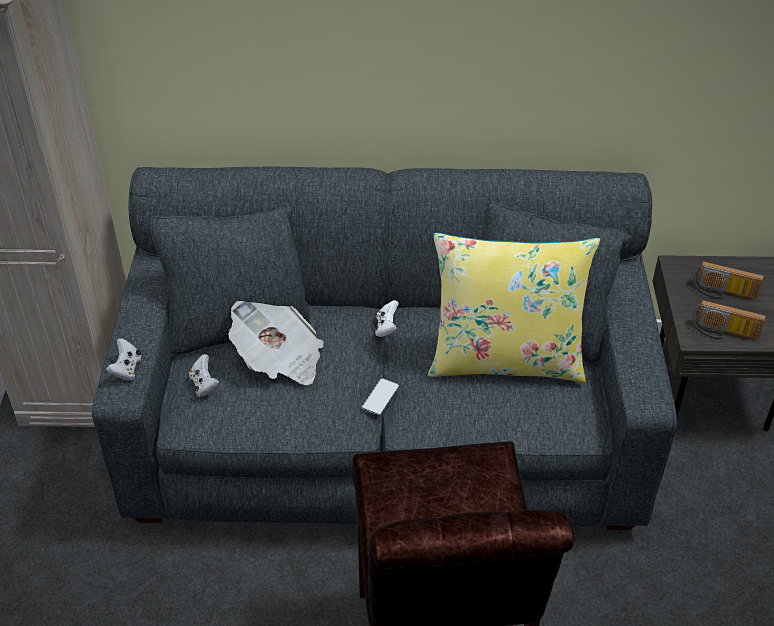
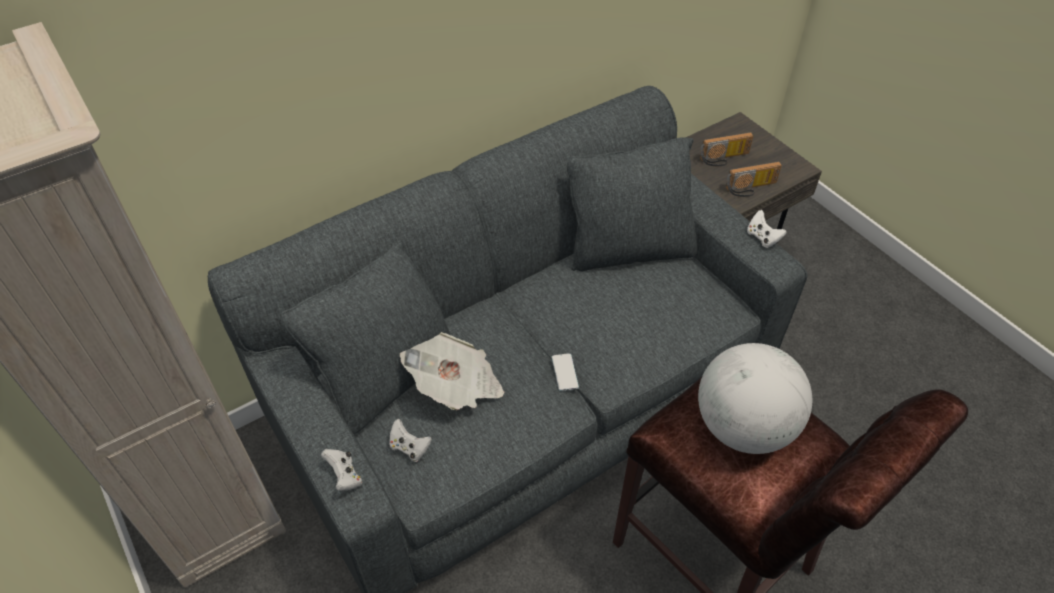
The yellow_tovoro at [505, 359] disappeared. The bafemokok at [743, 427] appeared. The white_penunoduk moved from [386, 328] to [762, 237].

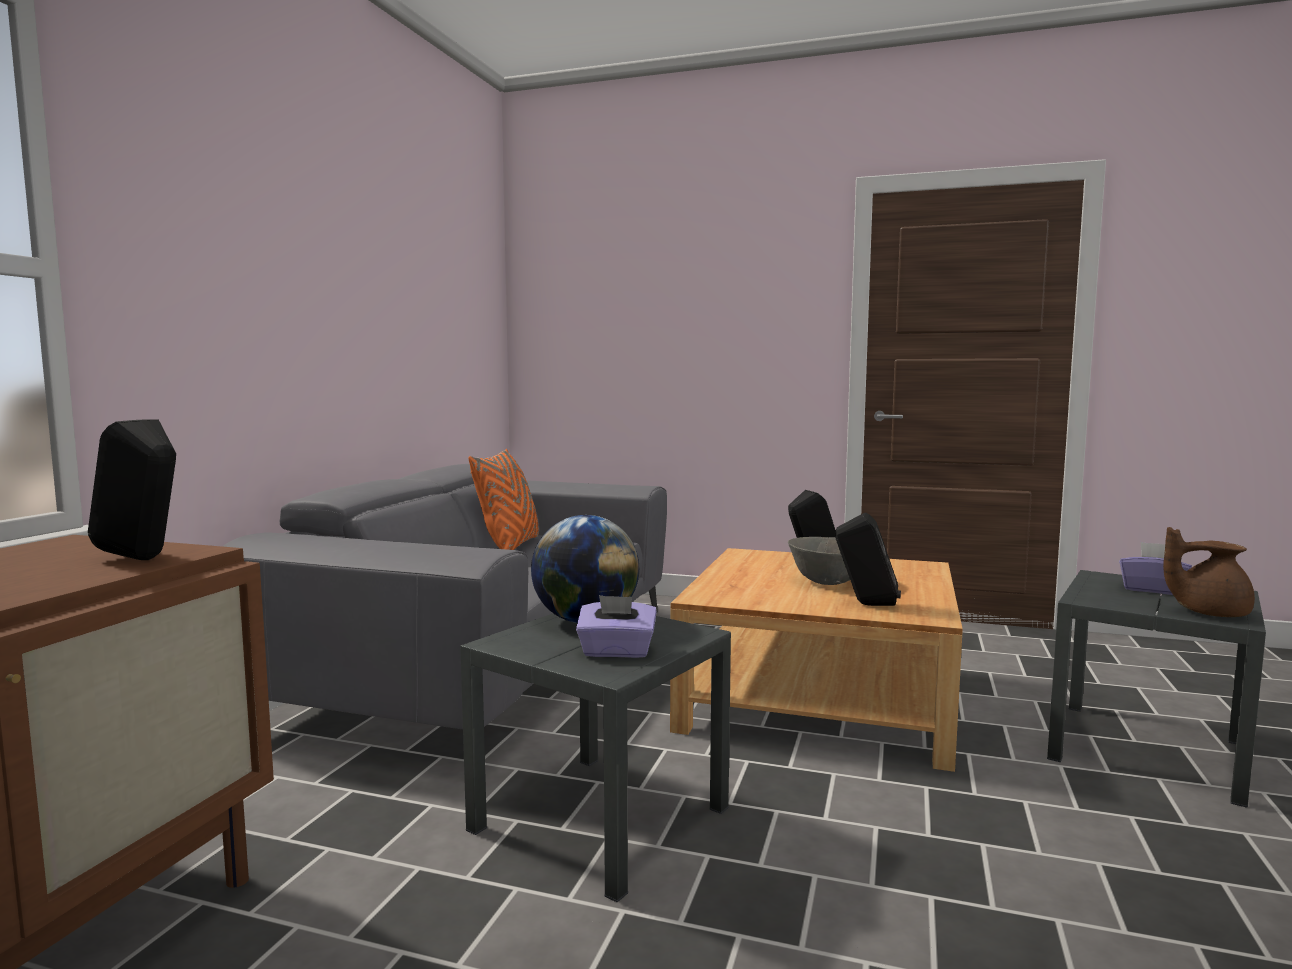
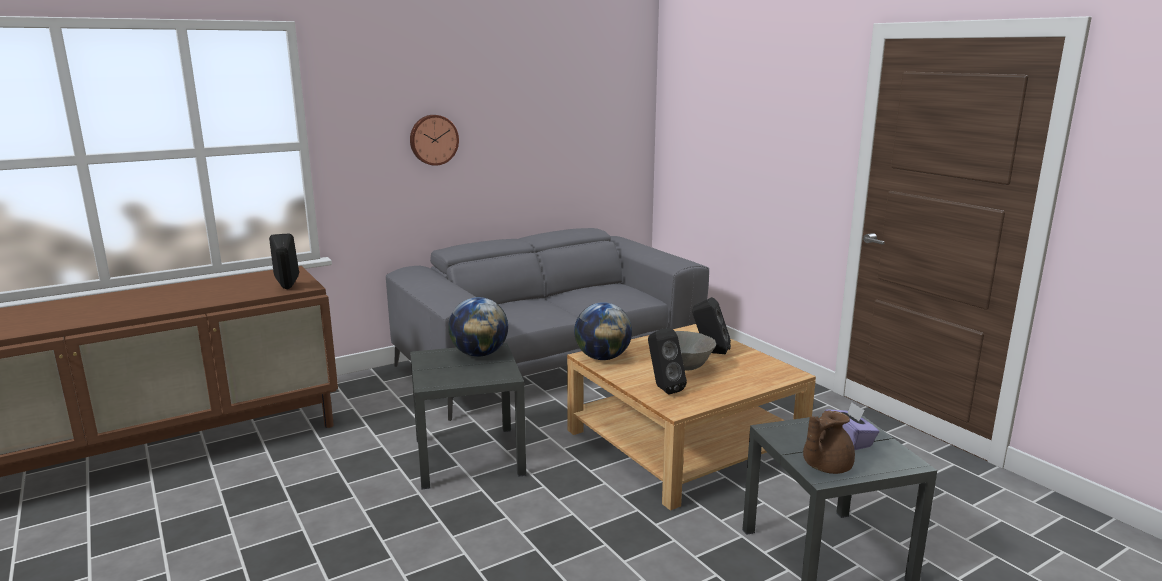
The orange_tovoro at [509, 547] disappeared. The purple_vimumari at [616, 652] disappeared. The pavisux at [433, 139] appeared. The bafemokok at [602, 357] appeared. The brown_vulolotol at [1207, 612] turned 90 degrees counterclockwise.

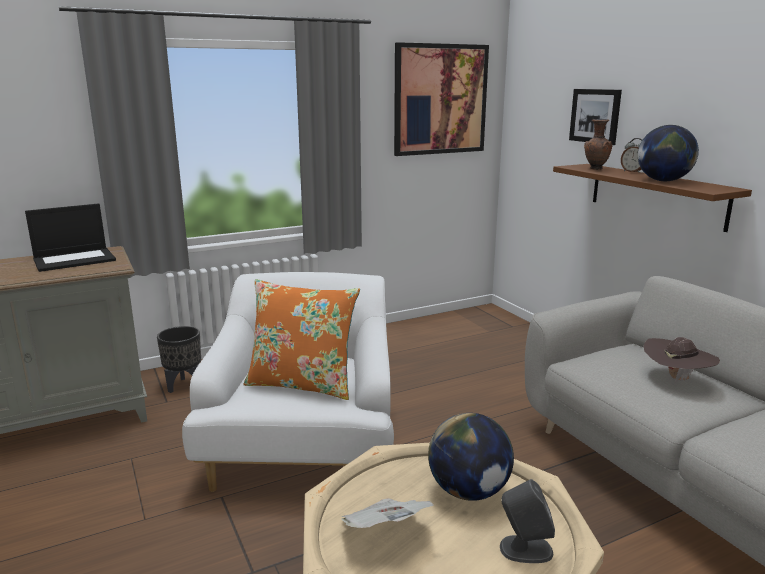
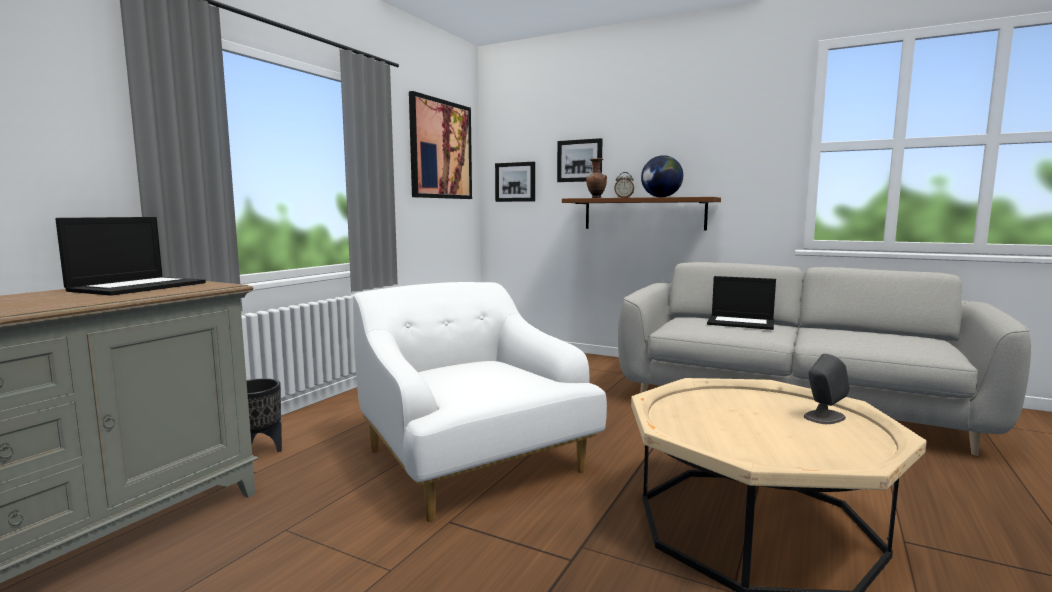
The orange_tovoro at [302, 384] disappeared. The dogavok at [386, 532] disappeared. The bafemokok at [469, 491] disappeared. The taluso at [515, 182] appeared. The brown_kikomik at [676, 379] was replaced by the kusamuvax at [741, 323].

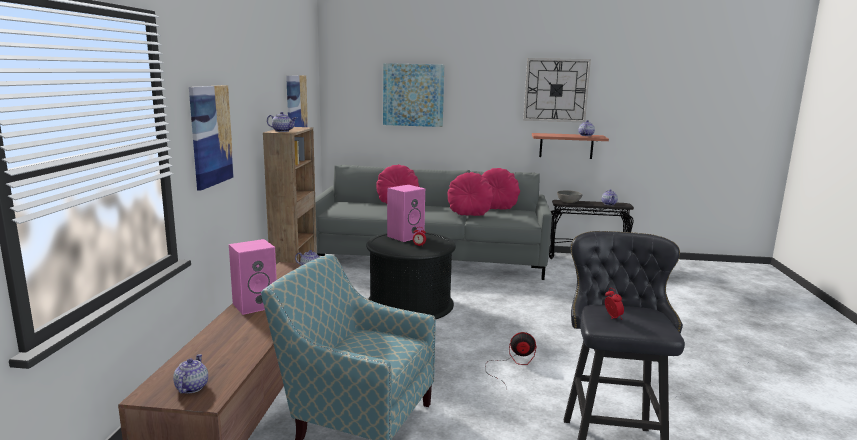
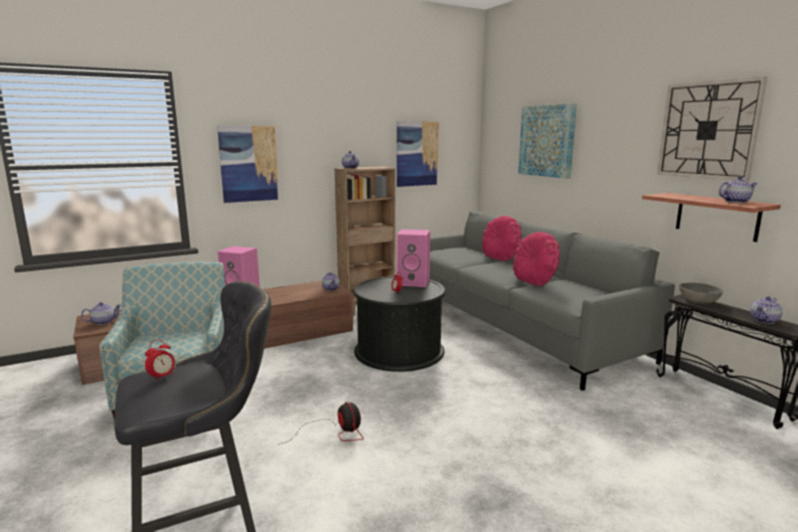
The pink_tovoro at [496, 208] disappeared.

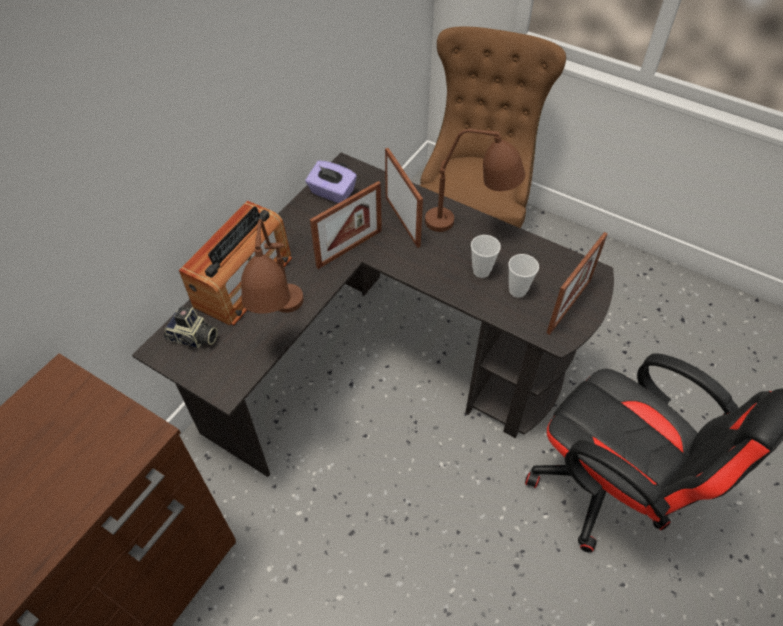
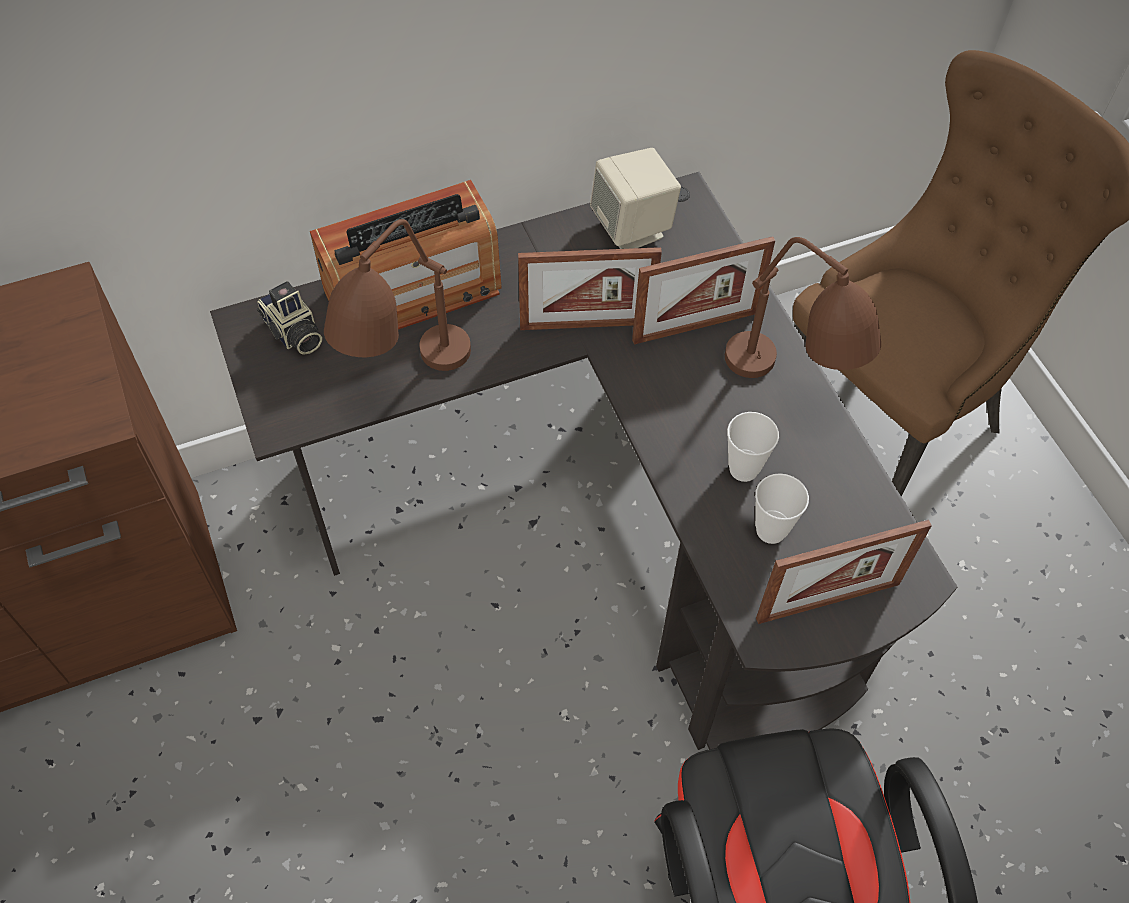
The purple_vimumari at [332, 193] was replaced by the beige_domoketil at [632, 228]. The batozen at [402, 221] turned 60 degrees clockwise.

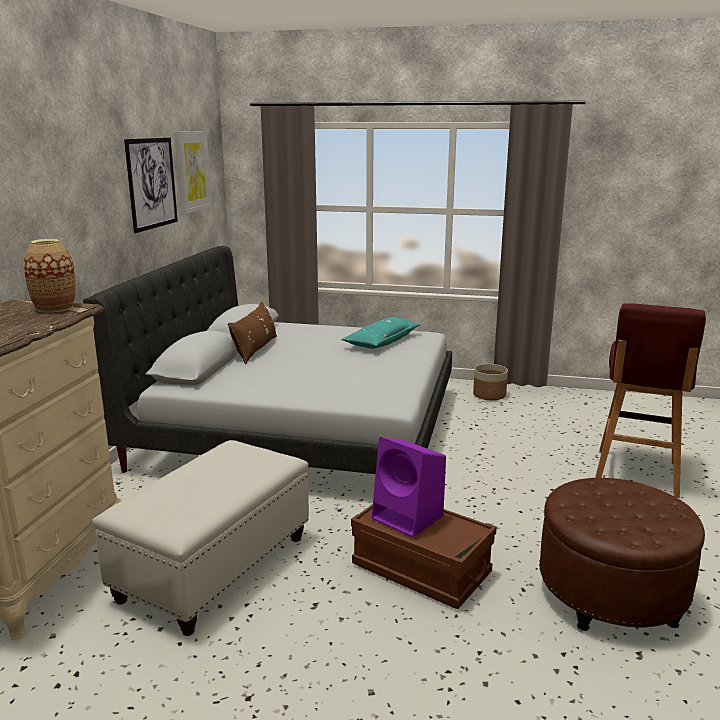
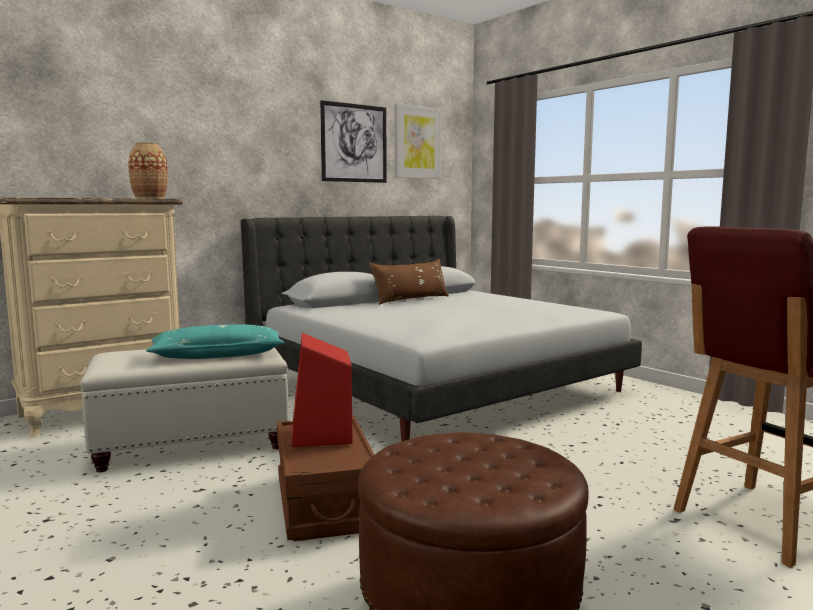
The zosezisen at [489, 395] disappeared. The turquoise_tovoro moved from [382, 341] to [218, 355]. The purple_domoketil at [409, 517] became the red_domoketil at [322, 435].

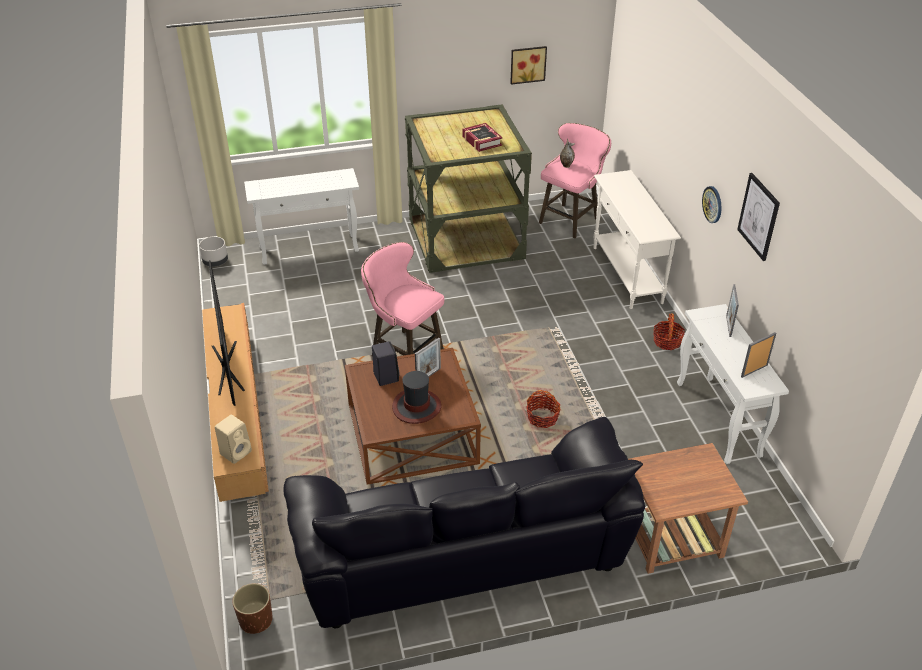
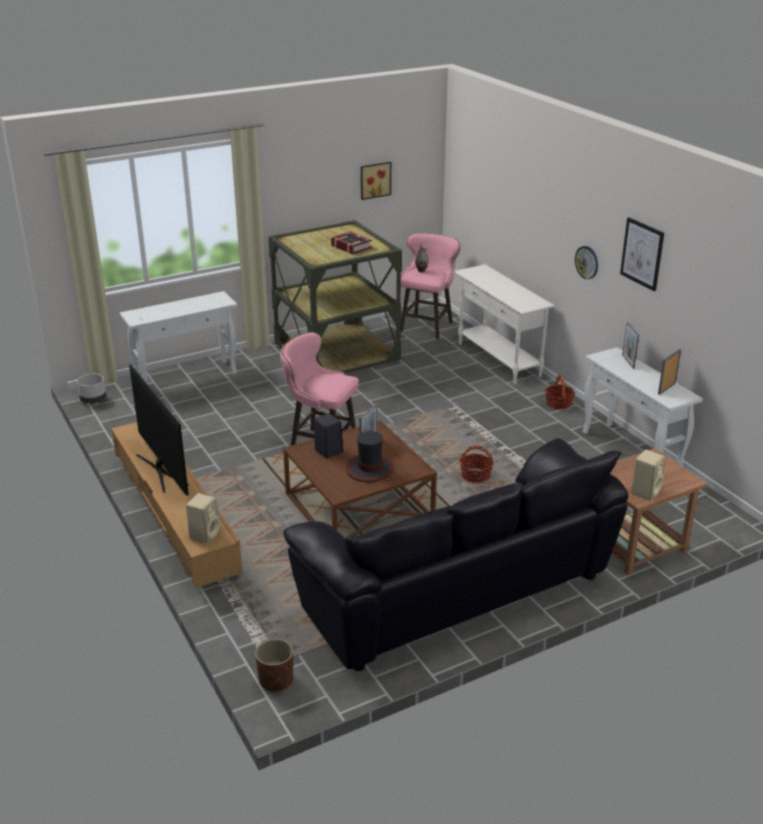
The beige_domoketil at [645, 491] appeared.

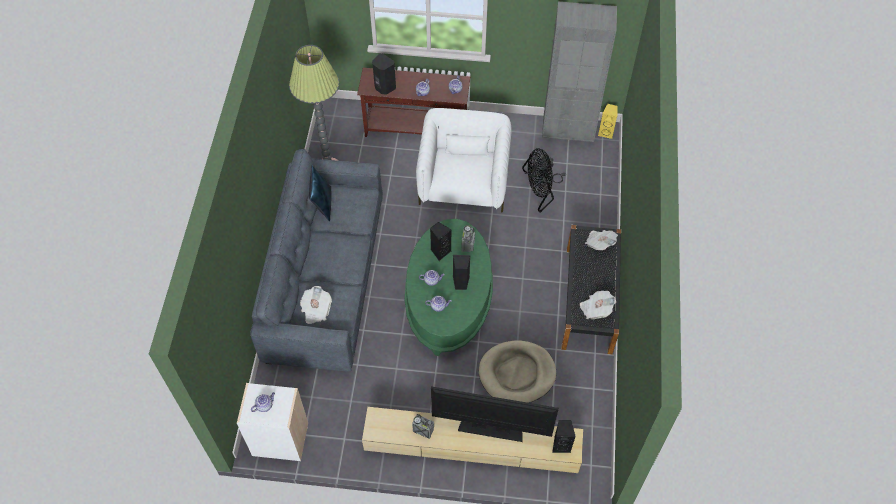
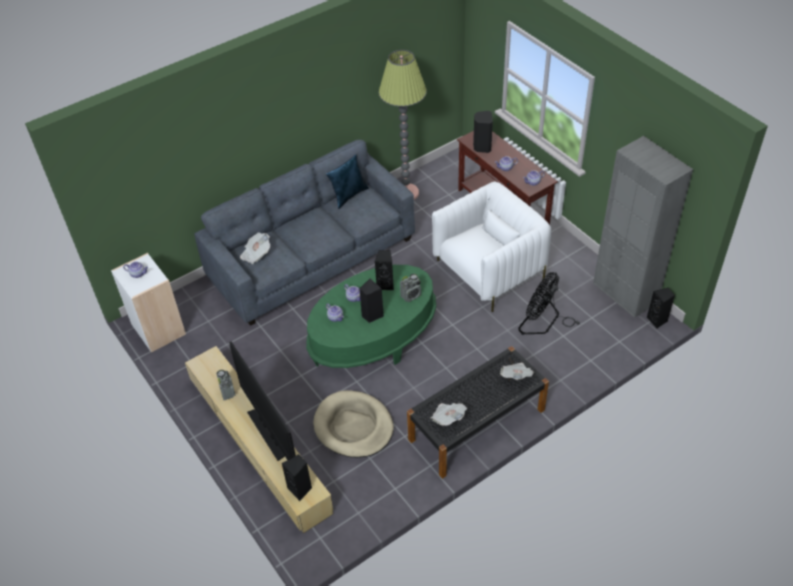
The yellow_domoketil at [606, 132] became the black_domoketil at [657, 320].

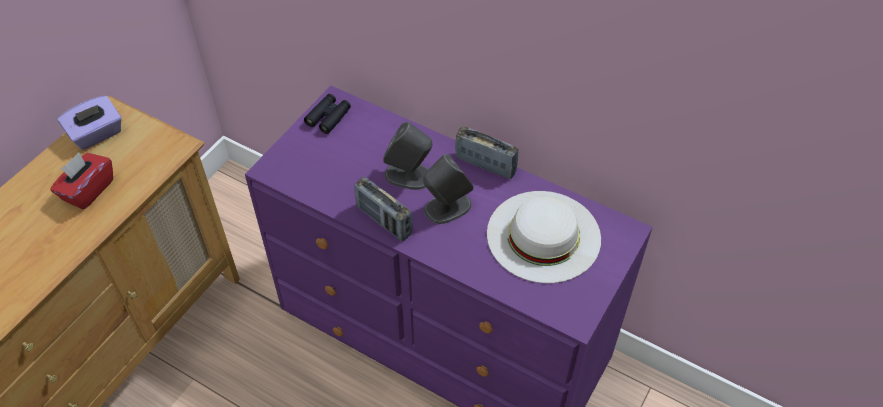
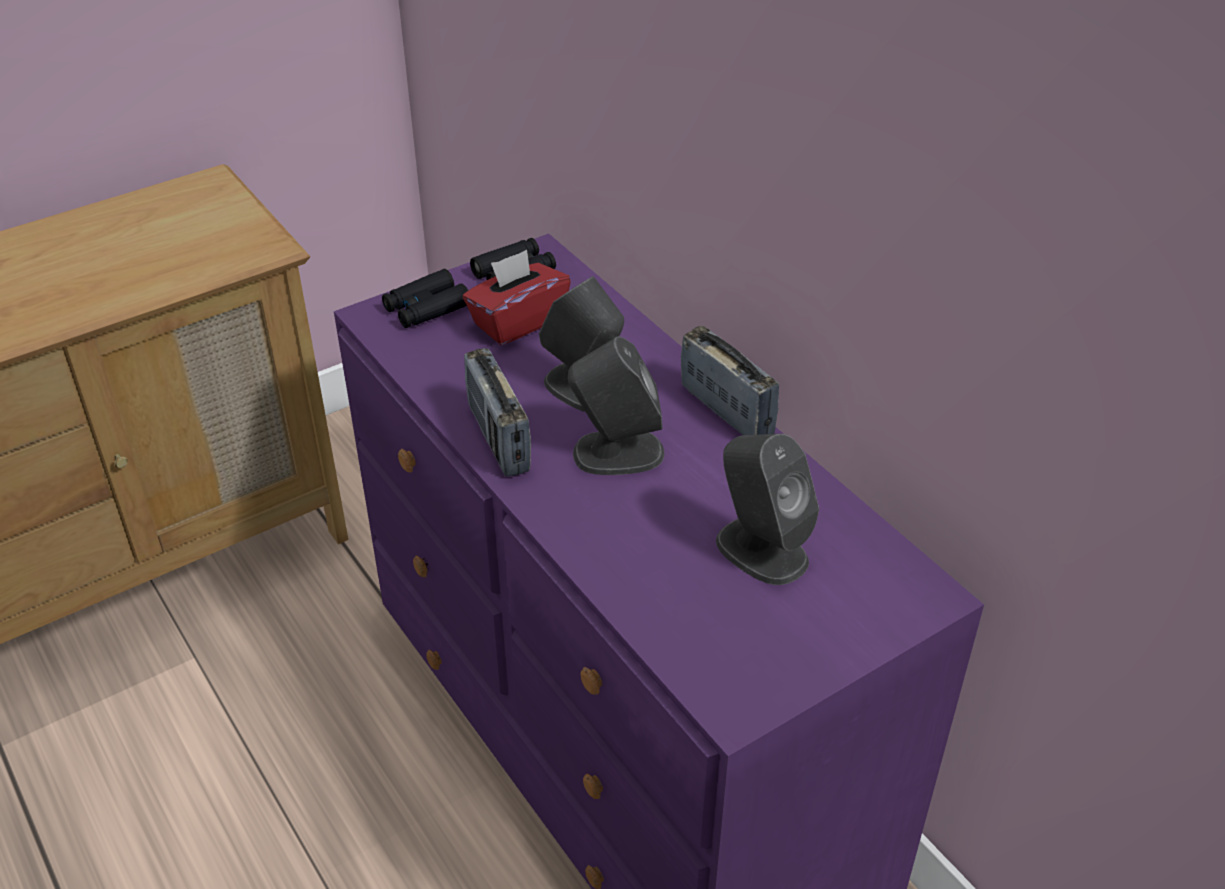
The purple_vimumari at [97, 134] disappeared. The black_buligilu at [426, 308] appeared. The red_vimumari moved from [88, 190] to [517, 322]. The white_kikomik at [543, 235] was replaced by the grey_domoketil at [760, 550].

